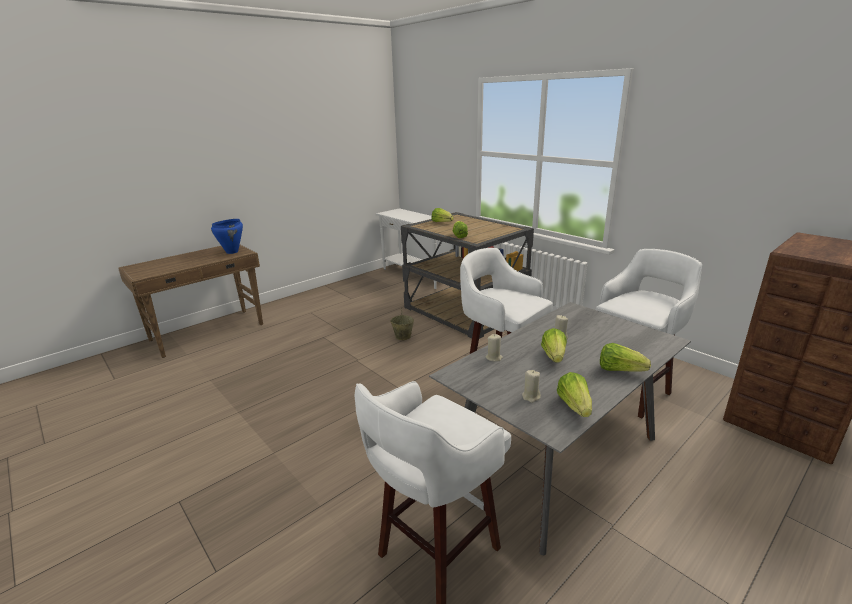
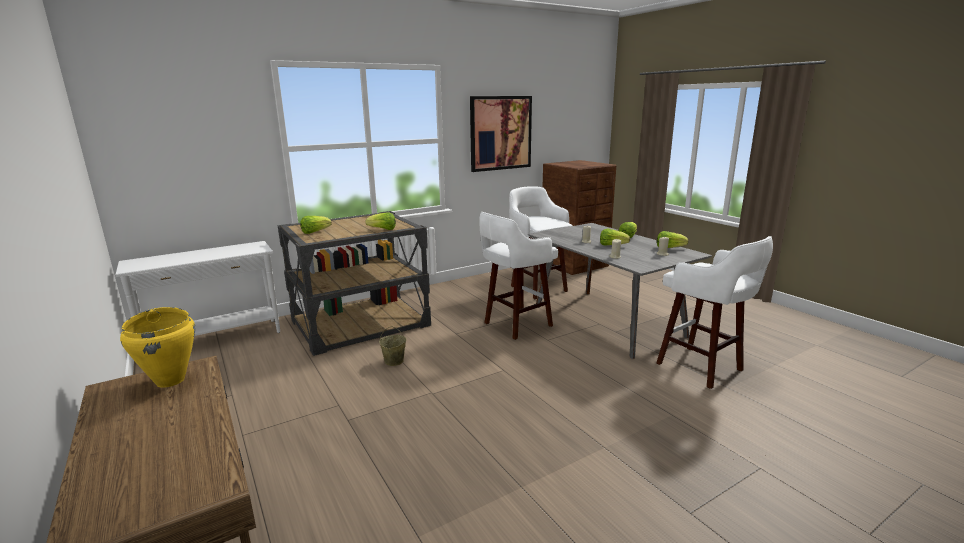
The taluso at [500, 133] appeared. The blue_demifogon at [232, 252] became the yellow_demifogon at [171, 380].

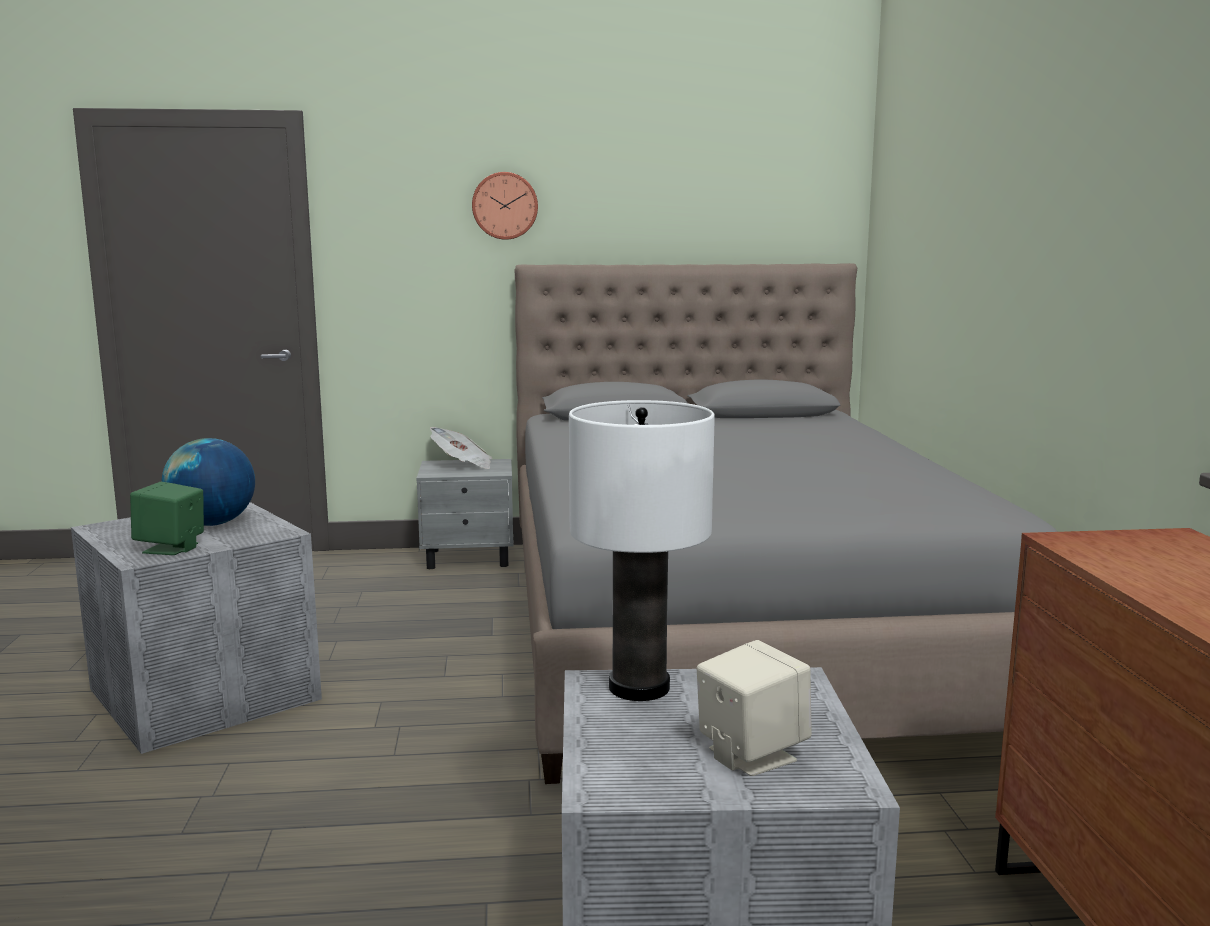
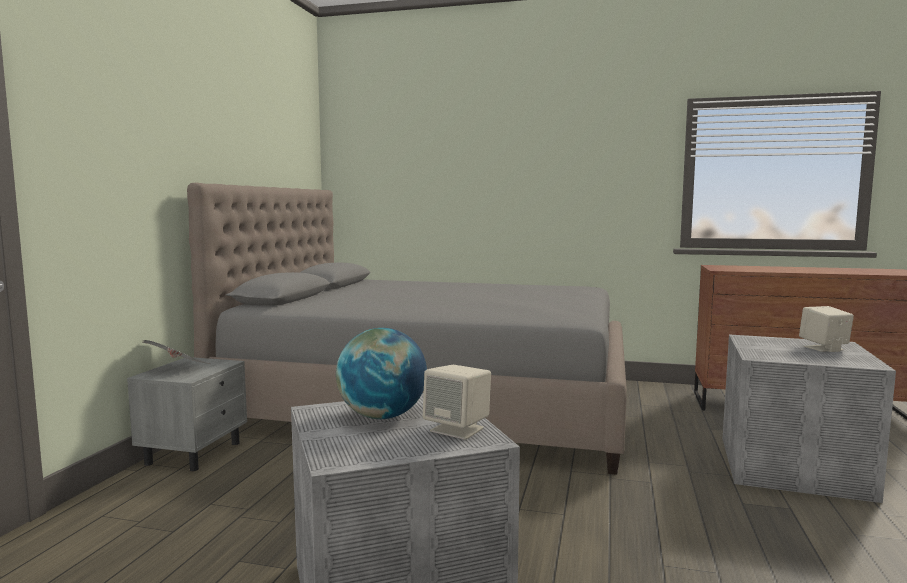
The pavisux at [505, 206] disappeared. The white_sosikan at [638, 687] disappeared. The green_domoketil at [171, 548] became the beige_domoketil at [458, 429].

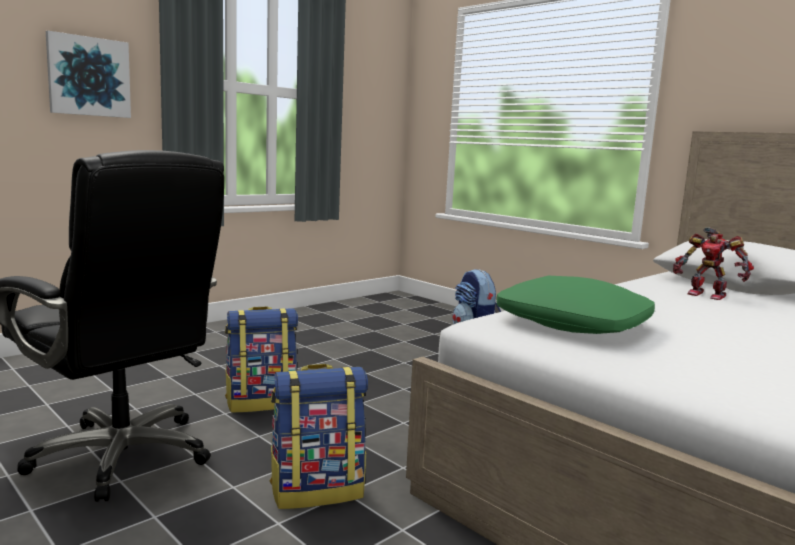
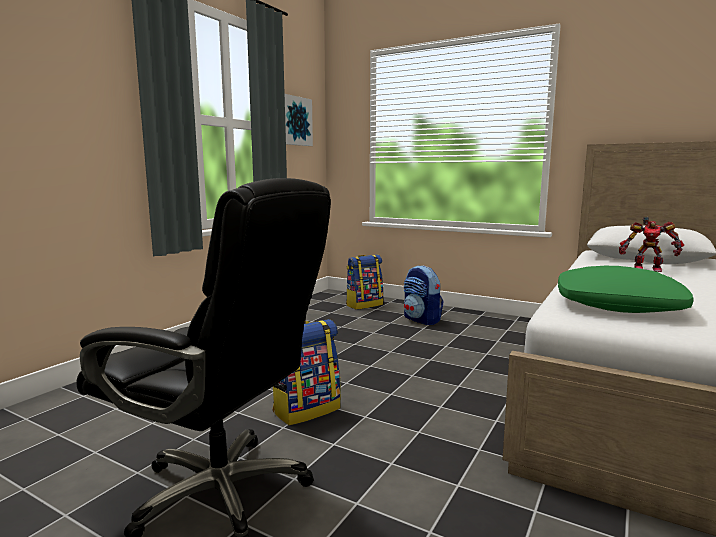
The taluso moved from [89, 76] to [295, 121]. The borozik moved from [317, 490] to [364, 305].

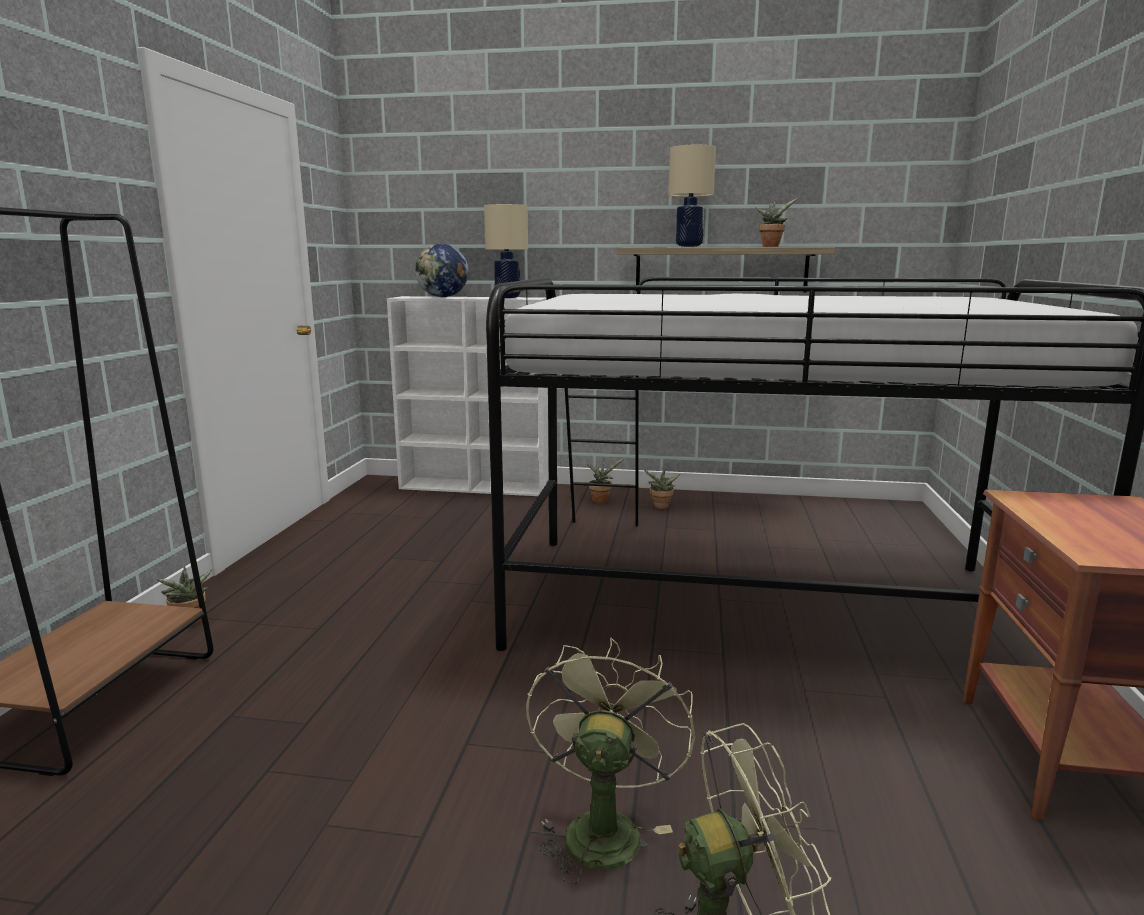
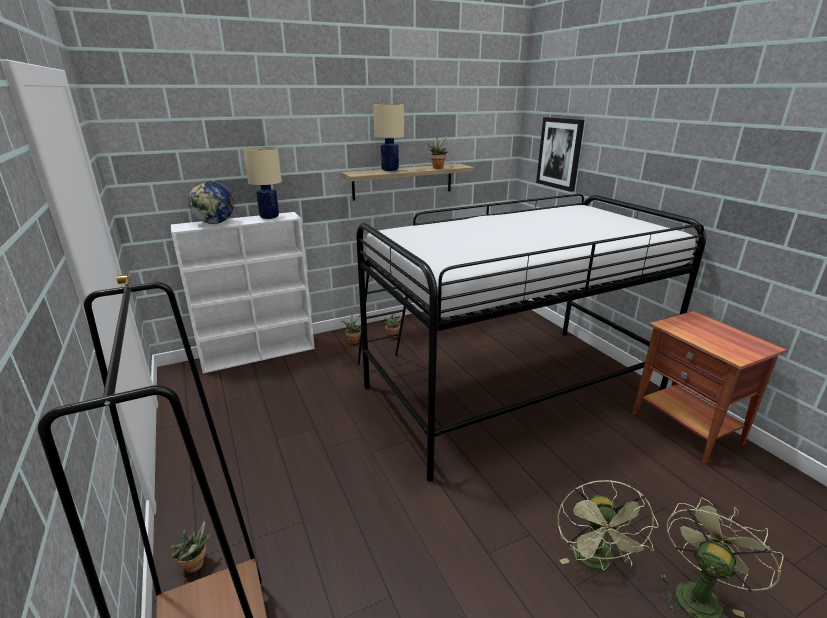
The taluso at [560, 153] appeared. The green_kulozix at [602, 826] turned 150 degrees counterclockwise.

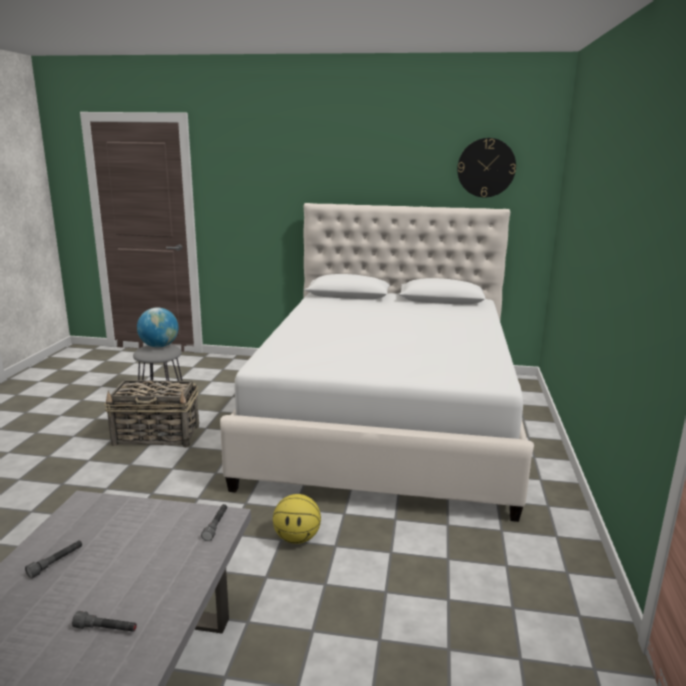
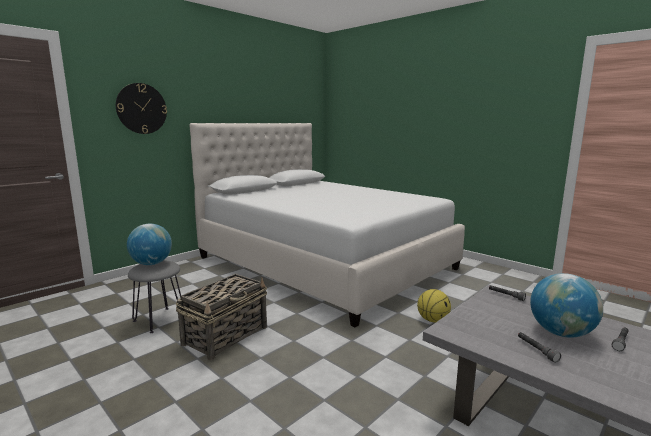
The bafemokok at [560, 333] appeared. The pavisux moved from [486, 168] to [141, 108].

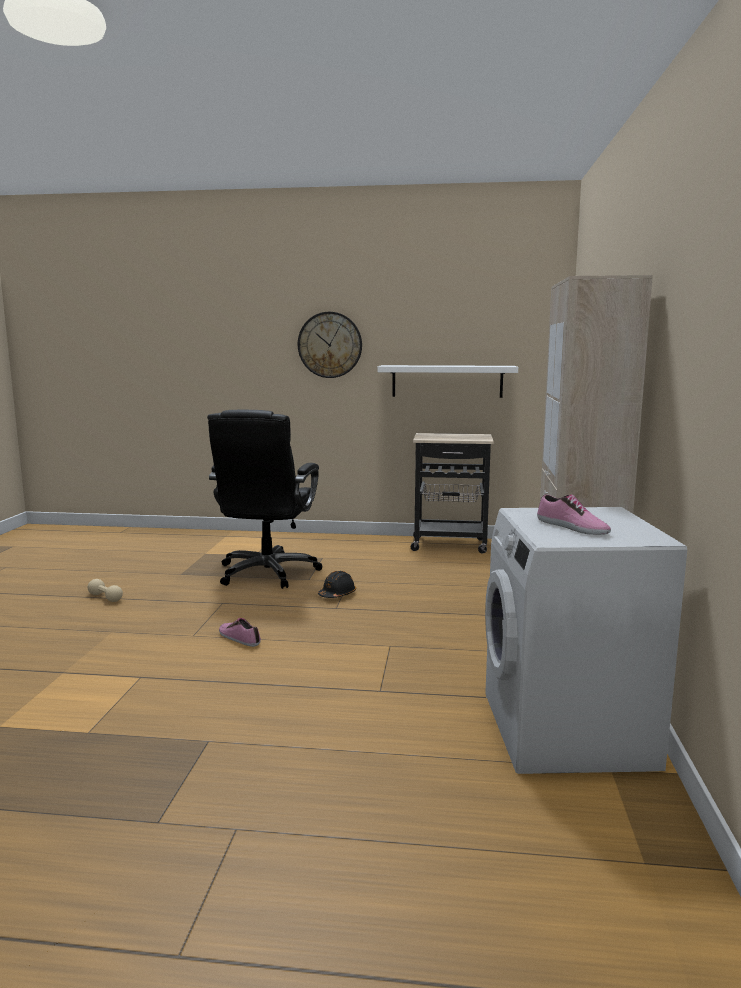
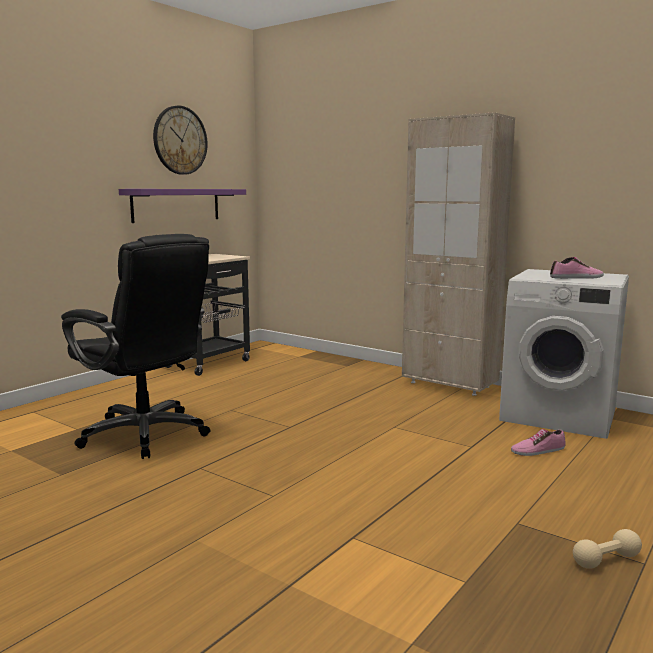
The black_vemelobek at [337, 594] disappeared. The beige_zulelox moved from [105, 598] to [606, 560]. The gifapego moved from [239, 638] to [537, 450]. The pavisux moved from [330, 345] to [180, 140]. The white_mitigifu at [447, 381] became the purple_mitigifu at [176, 205].

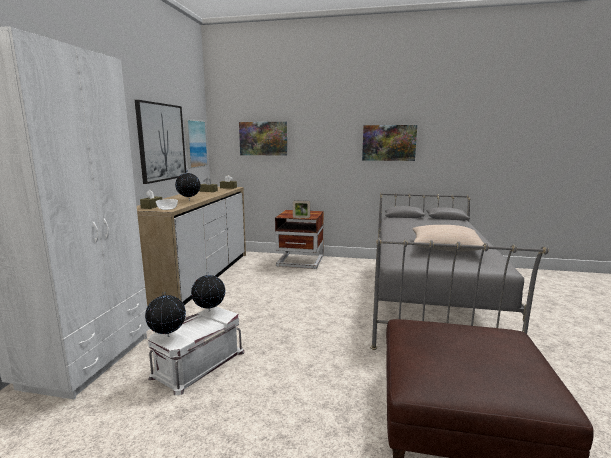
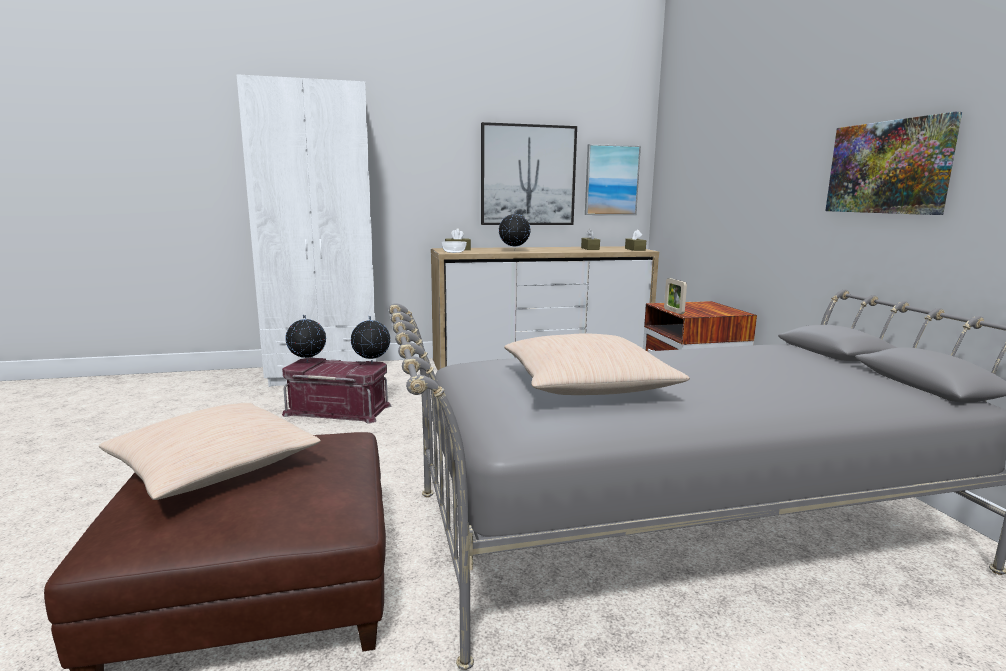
The taluso at [263, 138] disappeared. The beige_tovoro at [213, 468] appeared. The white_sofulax at [198, 363] became the red_sofulax at [338, 409].

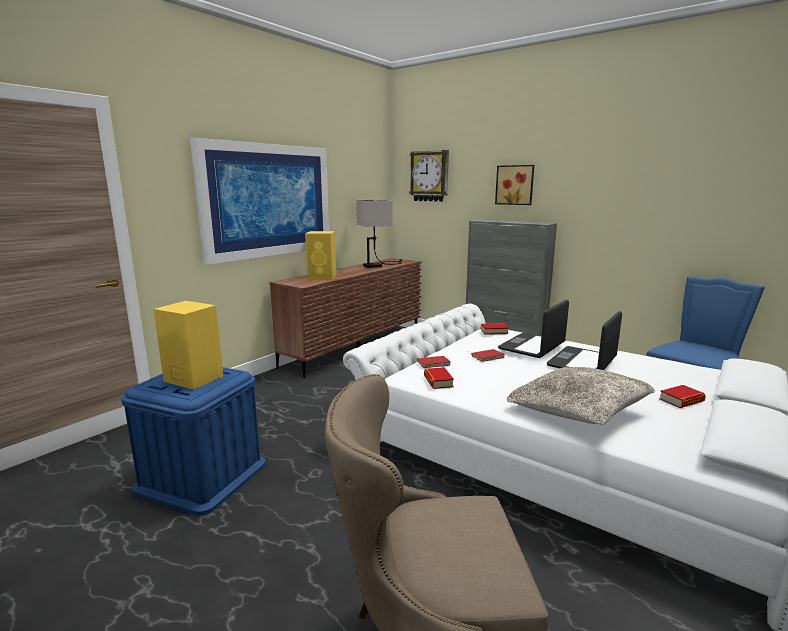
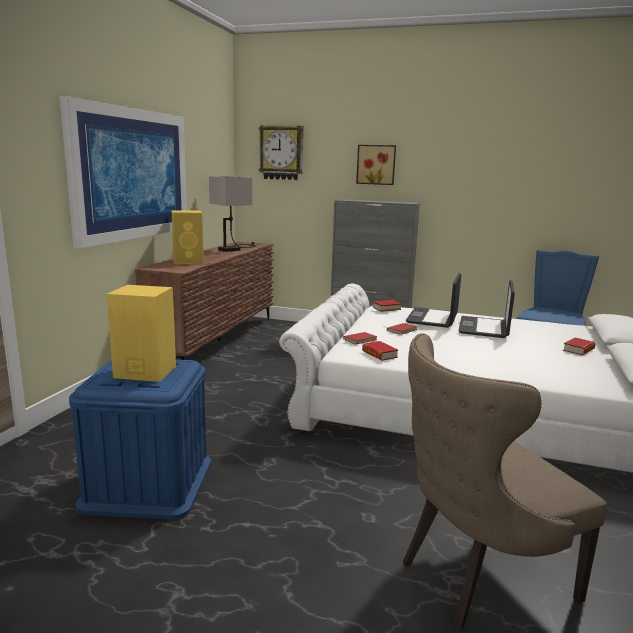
The beige_tovoro at [577, 411] disappeared.

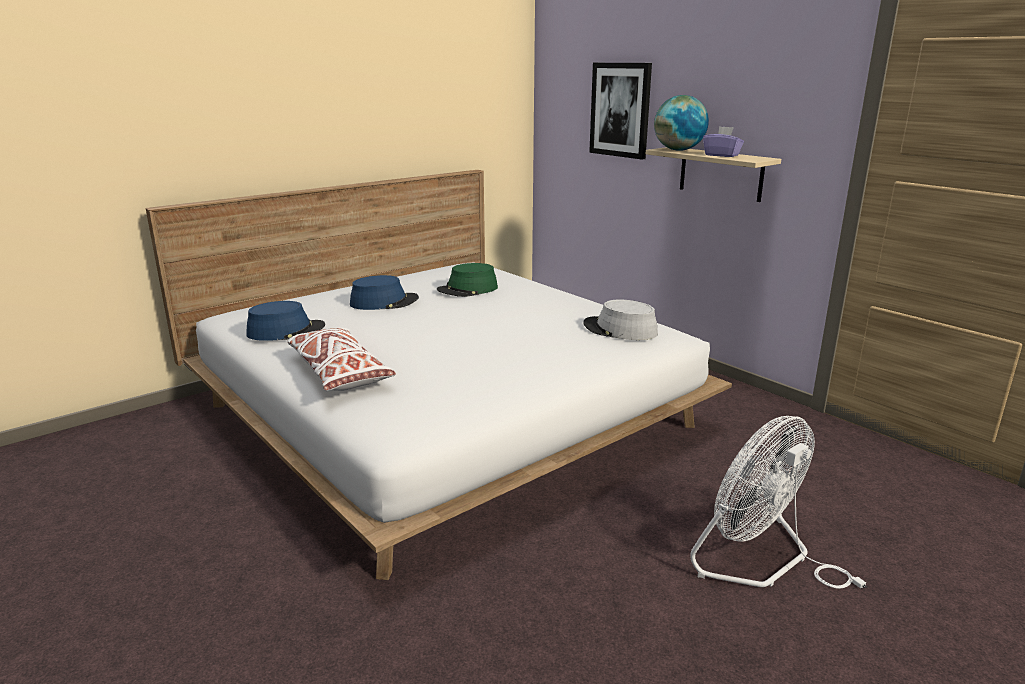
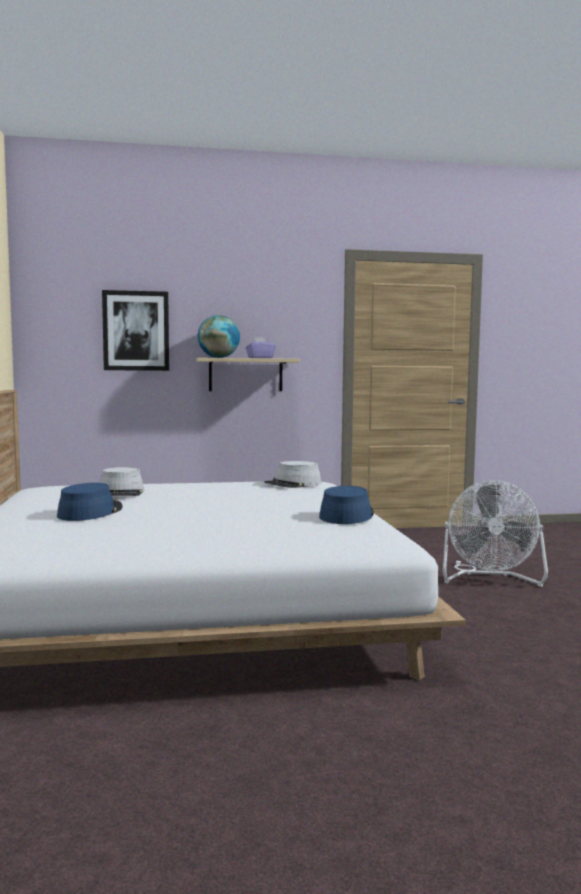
The white_tovoro at [339, 372] disappeared. The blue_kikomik moved from [286, 331] to [346, 515]. The green_kikomik at [467, 289] became the grey_kikomik at [120, 493]. The white_kulozix at [770, 559] turned 75 degrees counterclockwise.

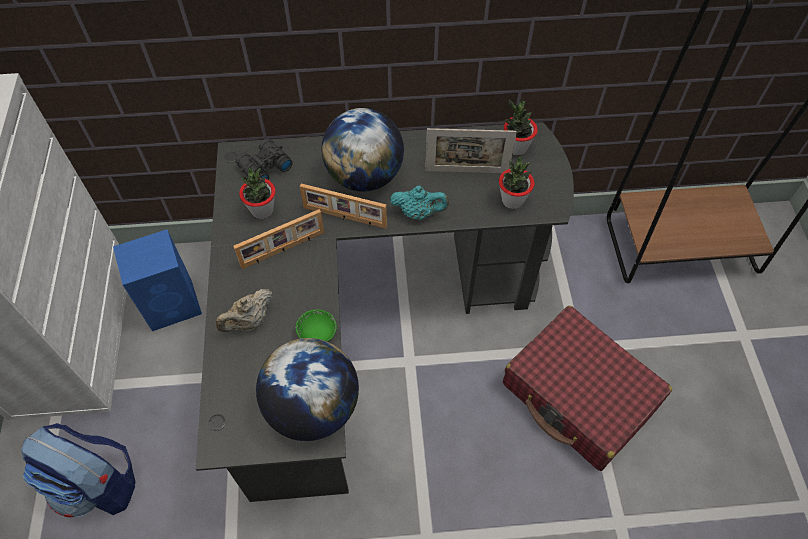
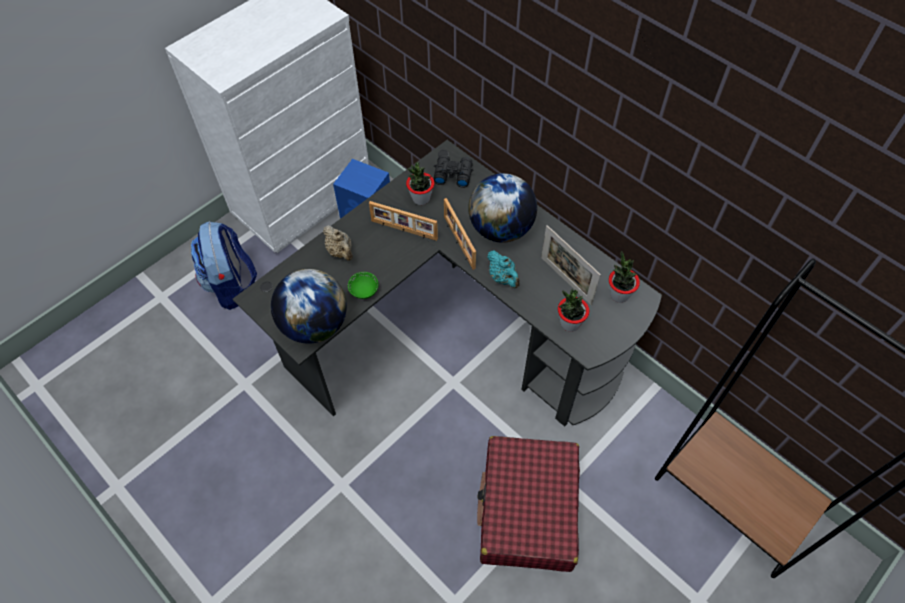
The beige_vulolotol at [249, 321] turned 135 degrees counterclockwise.

